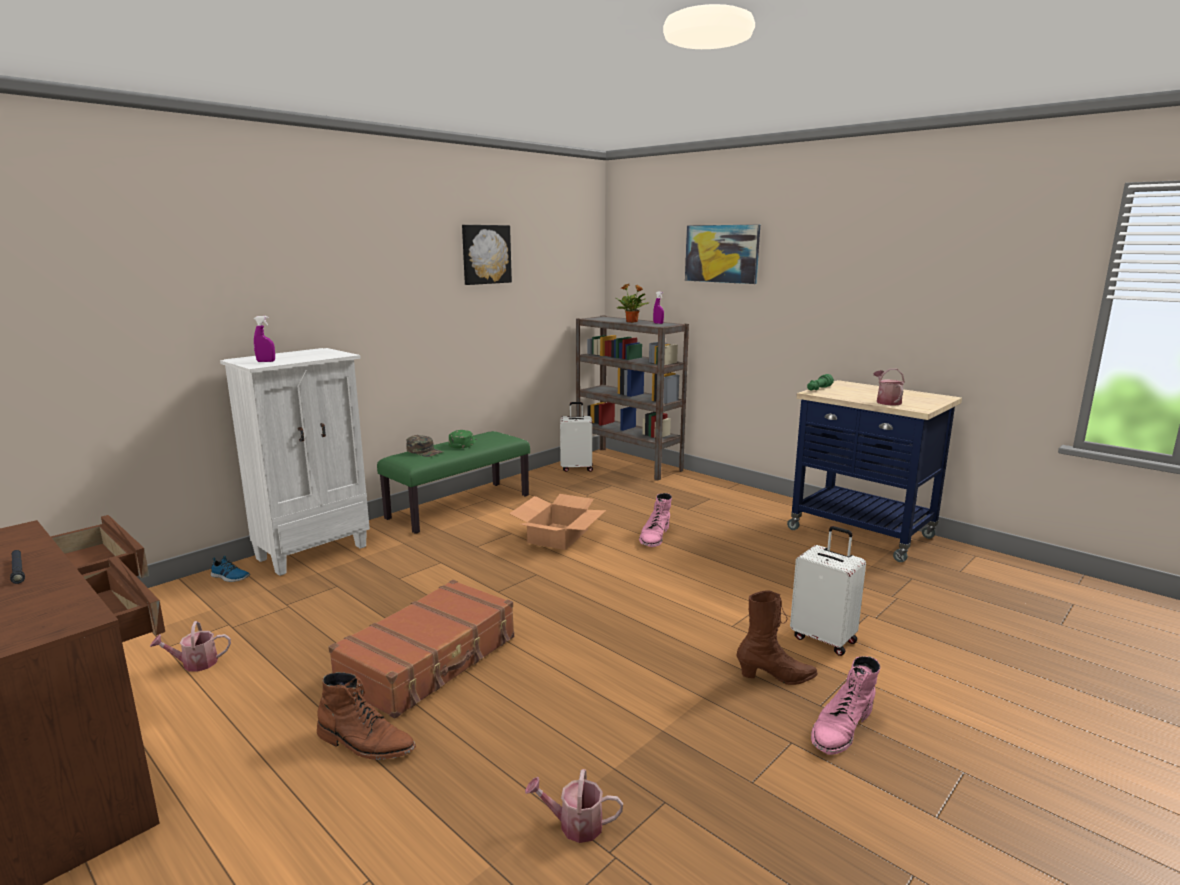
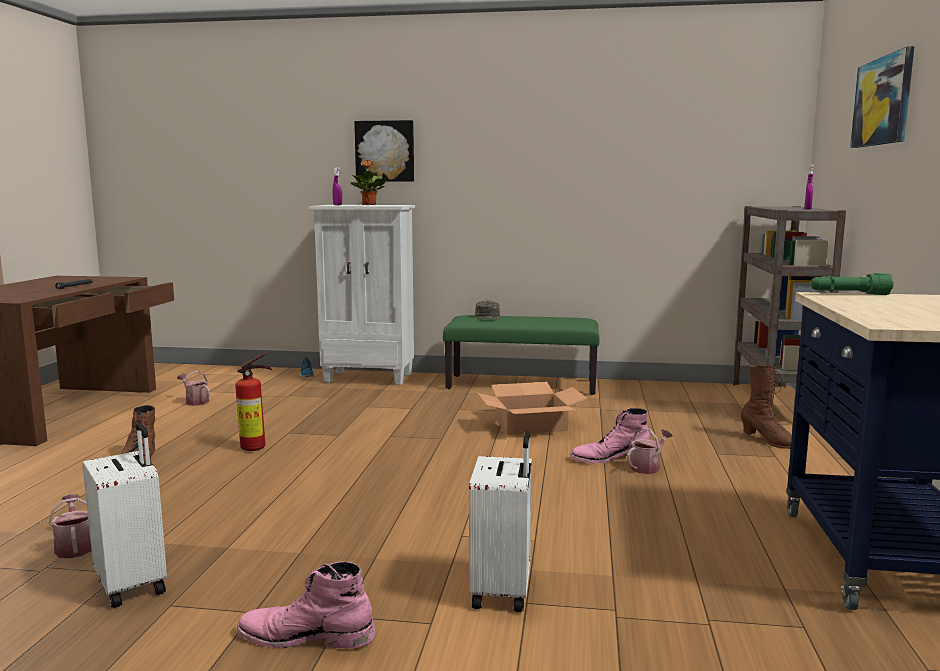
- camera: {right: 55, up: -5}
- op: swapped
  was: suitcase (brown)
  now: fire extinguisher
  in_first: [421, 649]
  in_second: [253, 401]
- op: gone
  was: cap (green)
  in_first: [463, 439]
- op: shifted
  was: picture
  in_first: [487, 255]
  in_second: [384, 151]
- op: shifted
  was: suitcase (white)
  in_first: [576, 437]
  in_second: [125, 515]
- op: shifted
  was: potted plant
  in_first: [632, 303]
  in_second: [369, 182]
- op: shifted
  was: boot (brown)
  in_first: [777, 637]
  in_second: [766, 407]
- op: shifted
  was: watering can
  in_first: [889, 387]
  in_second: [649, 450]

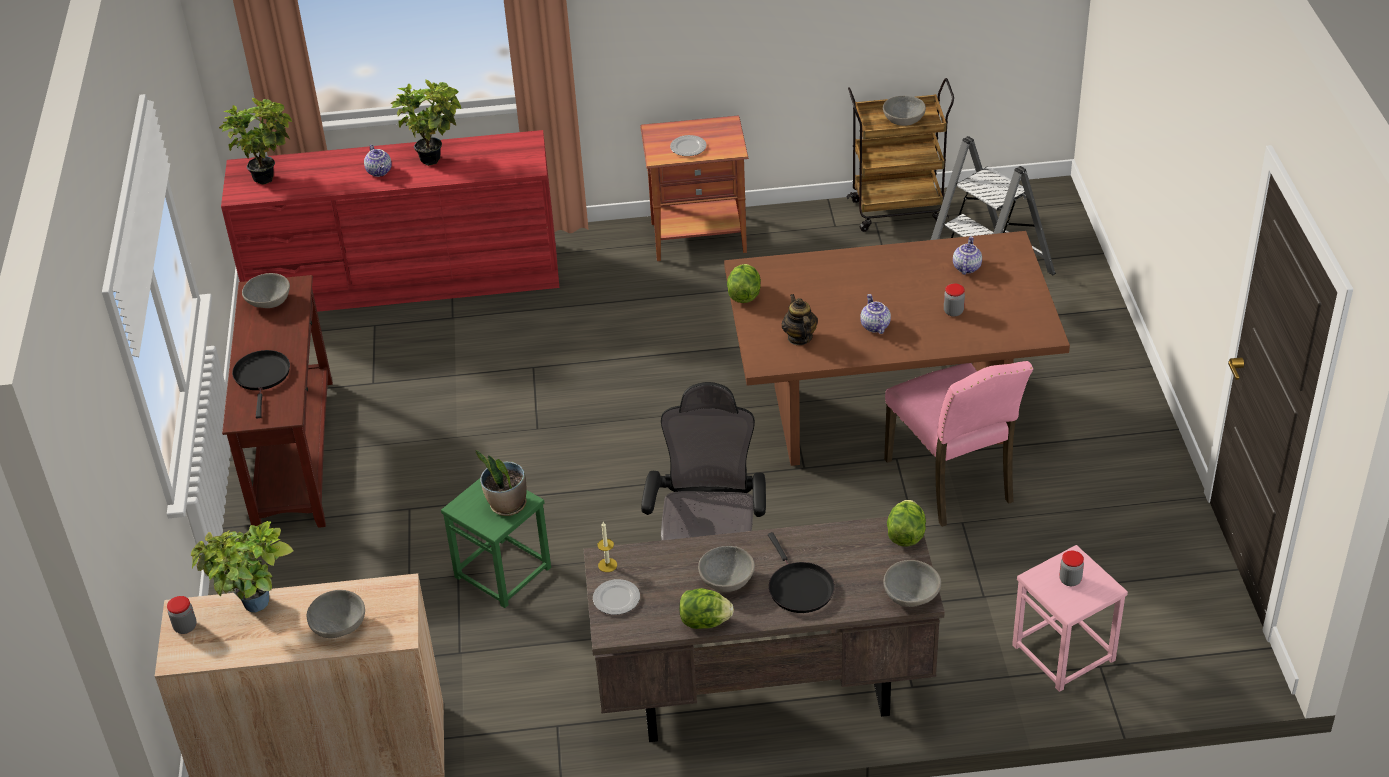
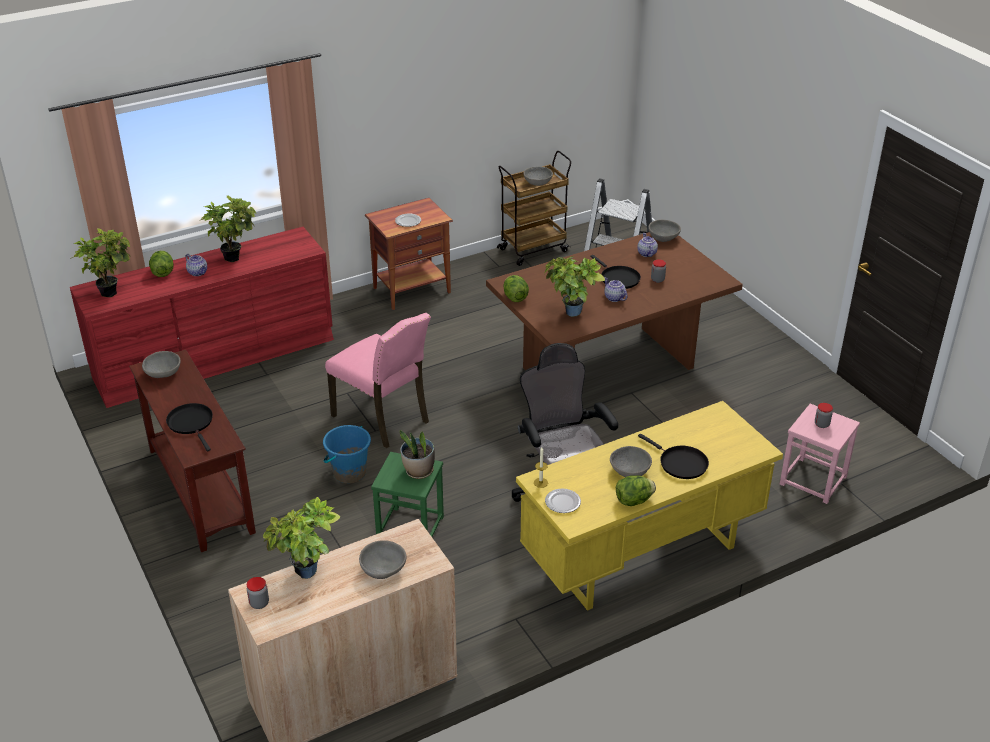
- camera: {right: -25, up: -5}
- op: repainted
  was: desk (brown)
  now: desk (yellow)
  in_first: [764, 629]
  in_second: [649, 506]
- op: swapped
  was: teapot
  now: potted plant
  in_first: [800, 319]
  in_second: [574, 286]
- op: shifted
  was: bowl (grey)
  in_first: [912, 583]
  in_second: [664, 231]
- op: shifted
  was: chair (pink)
  in_first: [958, 444]
  in_second: [378, 380]
- op: shifted
  was: lettuce
  in_first: [906, 523]
  in_second: [161, 264]
- op: new
  now: bucket (blue)
  in_second: [347, 454]
- op: new
  now: frying pan (black)
  in_second: [615, 272]

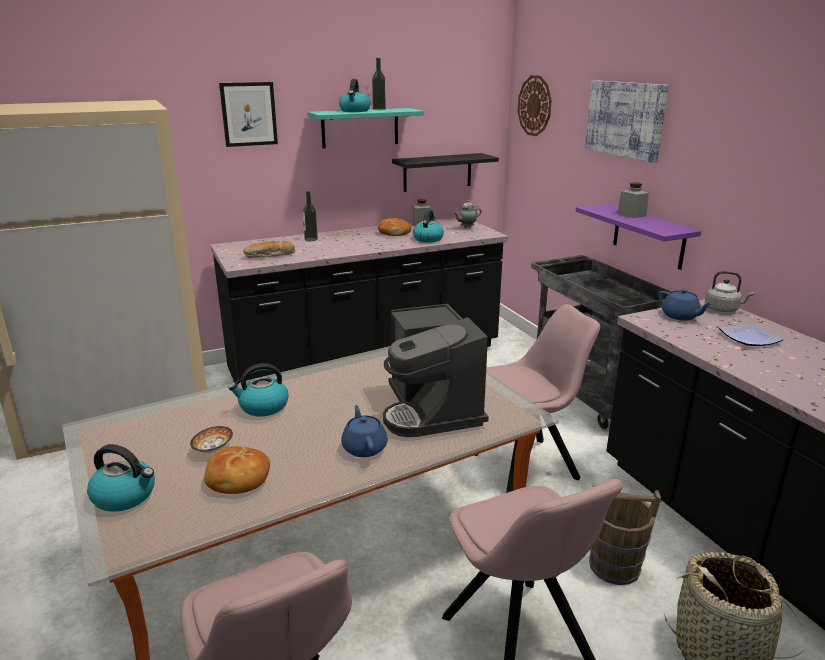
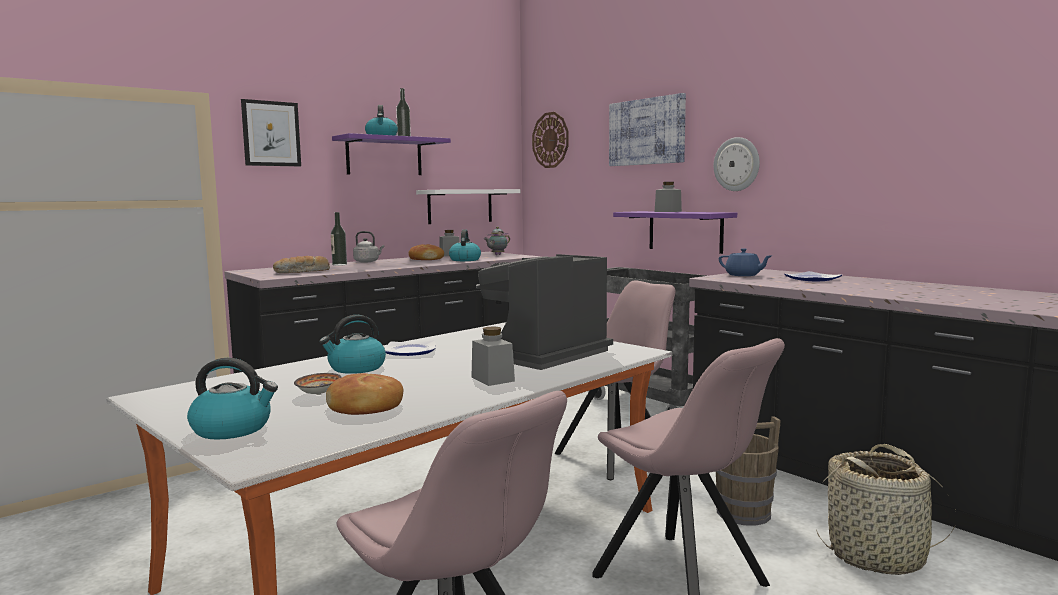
- camera: {right: -15, up: -15}
- op: repainted
  was: shelf (turquoise)
  now: shelf (purple)
  in_first: [366, 128]
  in_second: [391, 154]
- op: swapped
  was: teapot (blue)
  now: jar (grey)
  in_first: [364, 431]
  in_second: [493, 356]
- op: rotated
  was: coffee machine
  in_first: [436, 370]
  in_second: [544, 312]
  clockwise: 75
- op: repainted
  was: shelf (black)
  now: shelf (white)
  in_first: [445, 172]
  in_second: [468, 206]
- op: shifted
  was: kettle (grey)
  in_first: [729, 291]
  in_second: [368, 247]
- op: new
  now: plate
  in_second: [410, 348]
- op: new
  now: wall clock
  in_second: [737, 164]

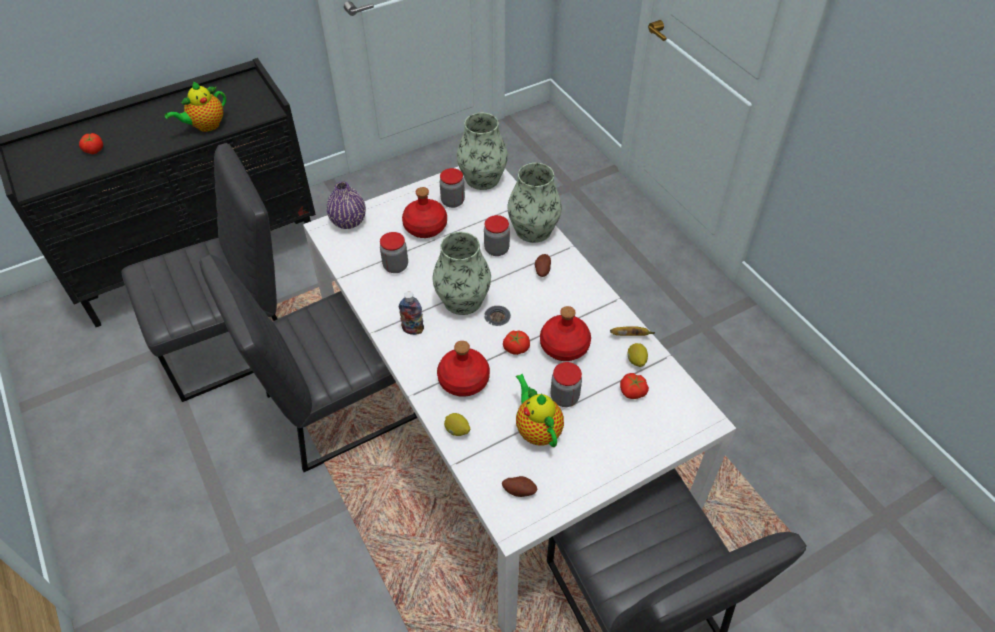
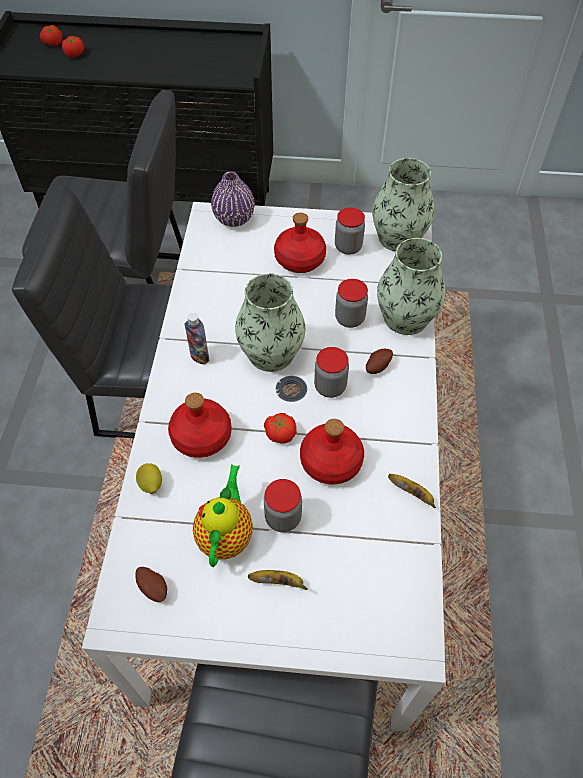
- camera: {right: 35, up: 5}
- op: gone
  was: teapot
  in_first: [195, 107]
- op: shifted
  was: jar
  in_first: [394, 252]
  in_second: [331, 372]
- op: shifted
  was: tomato
  in_first: [634, 386]
  in_second: [51, 35]
- op: gone
  was: lemon
  in_first: [637, 355]
- op: new
  now: banana
  in_second: [278, 580]

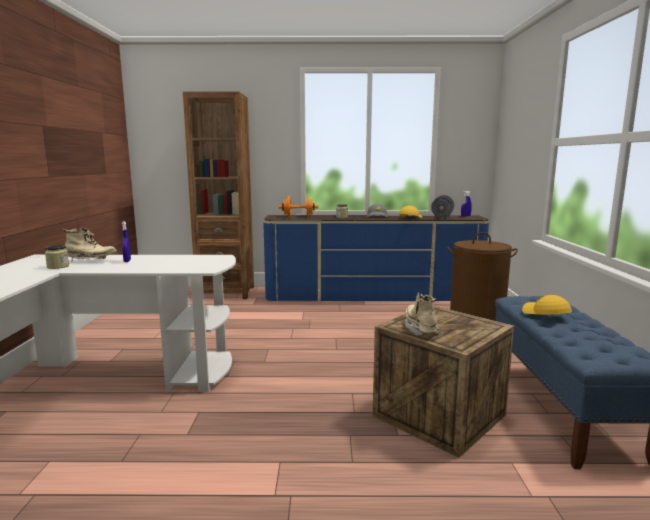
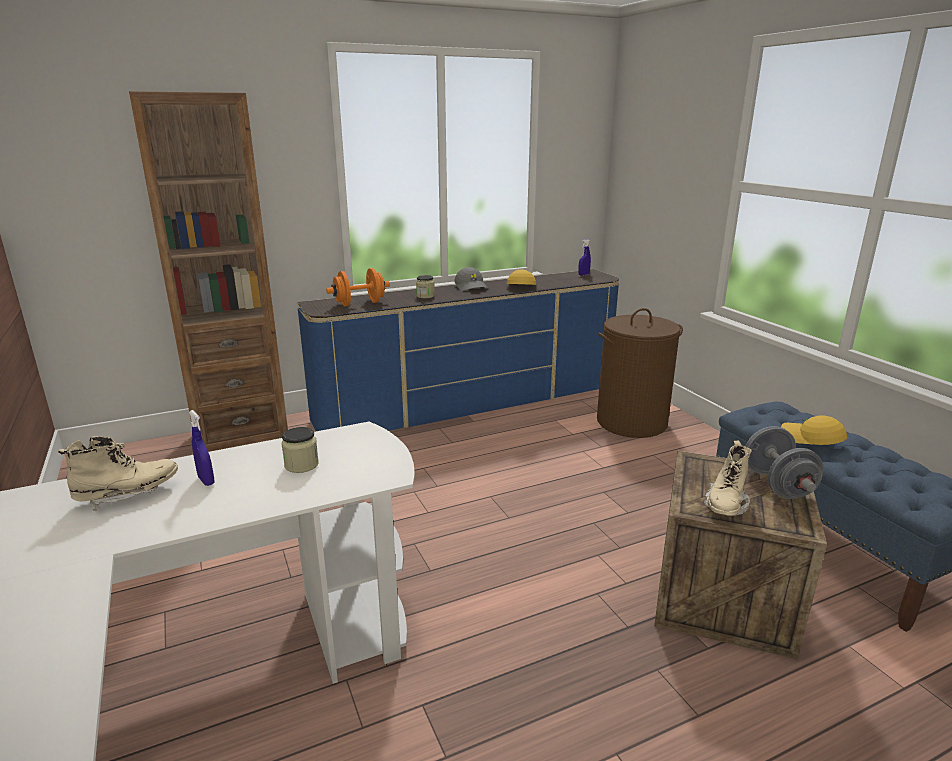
- camera: {right: -25, up: 10}
- op: shifted
  was: jar
  in_first: [57, 257]
  in_second: [300, 450]
- op: rotated
  was: boot (beige)
  in_first: [423, 314]
  in_second: [728, 478]
  clockwise: -120
- op: shifted
  was: dumbbell (grey)
  in_first: [442, 206]
  in_second: [784, 462]

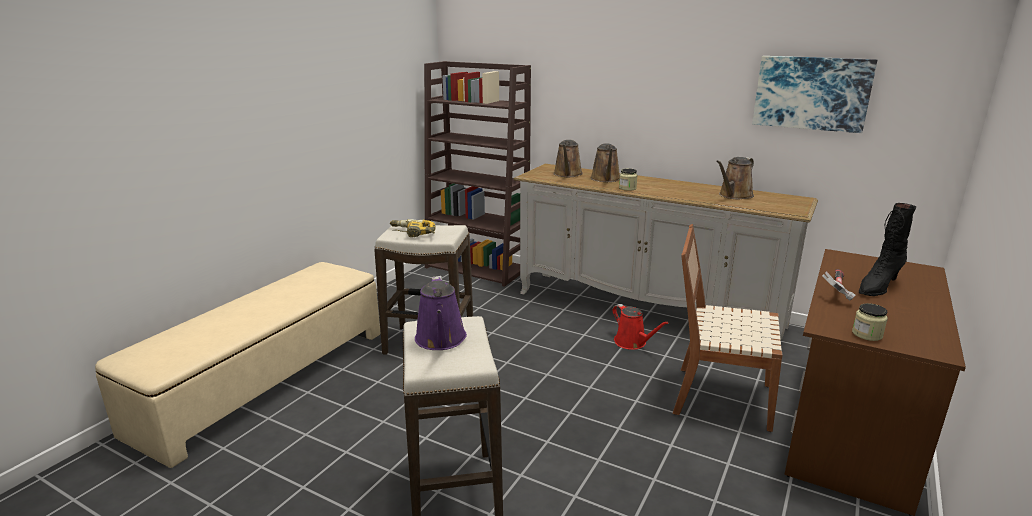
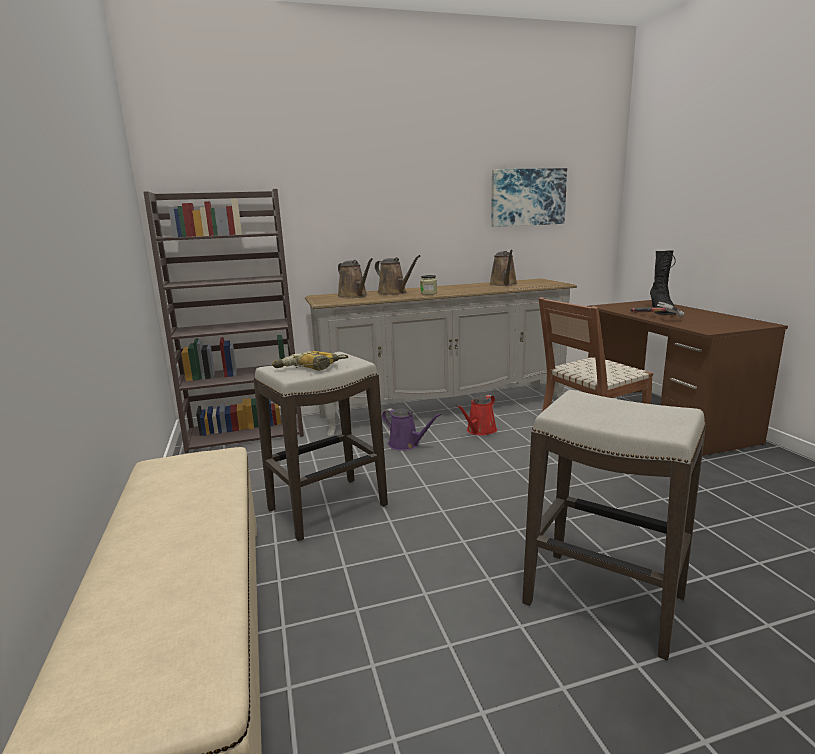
- camera: {right: -45, up: -5}
- op: shifted
  was: watering can (purple)
  in_first: [441, 313]
  in_second: [411, 429]
- op: rotated
  was: watering can (red)
  in_first: [640, 327]
  in_second: [477, 415]
  clockwise: 120
- op: gone
  was: jar
  in_first: [870, 322]

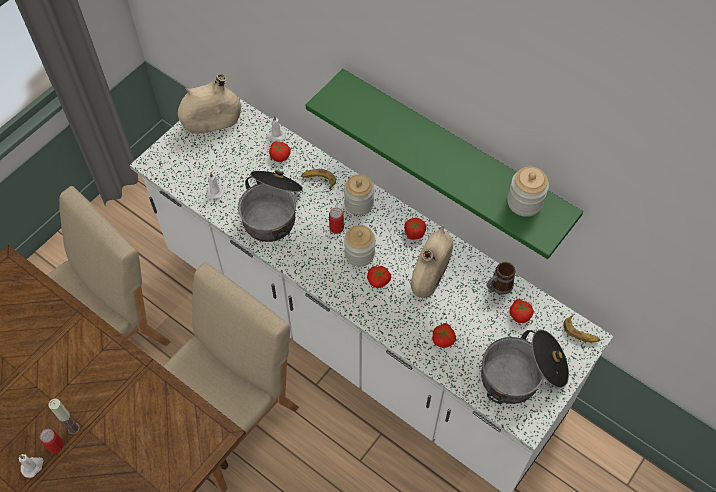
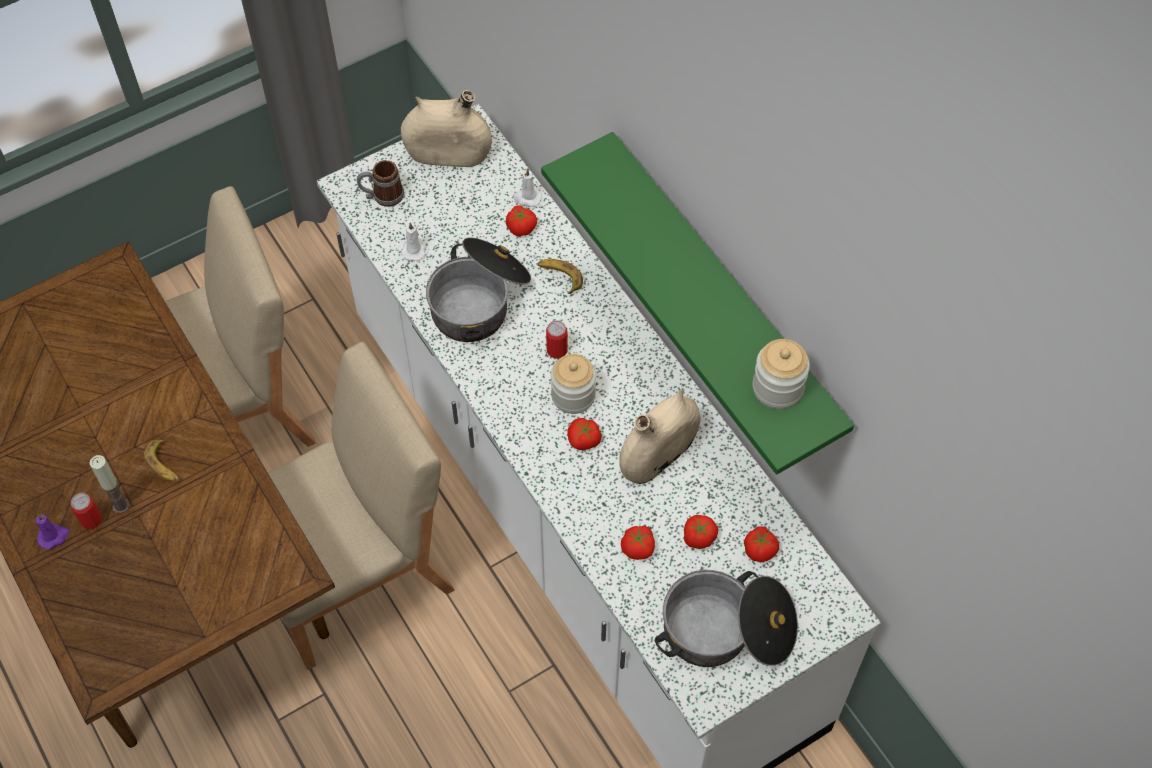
- camera: {right: 20, up: 0}
- op: repainted
  was: candle (white)
  now: candle (purple)
  in_first: [31, 466]
  in_second: [53, 531]
- op: gone
  was: jar
  in_first: [359, 194]
- op: shifted
  was: tomato
  in_first: [415, 229]
  in_second: [701, 532]
- op: shifted
  was: mug
  in_first: [501, 278]
  in_second: [380, 183]
- op: shifted
  was: banana
  in_first: [581, 329]
  in_second: [162, 460]

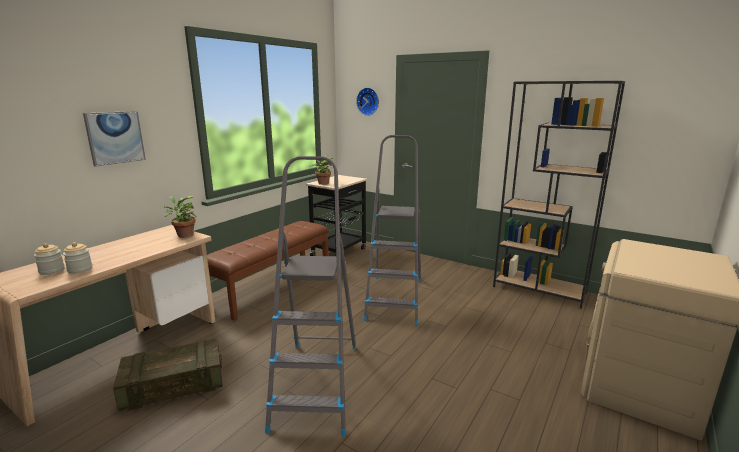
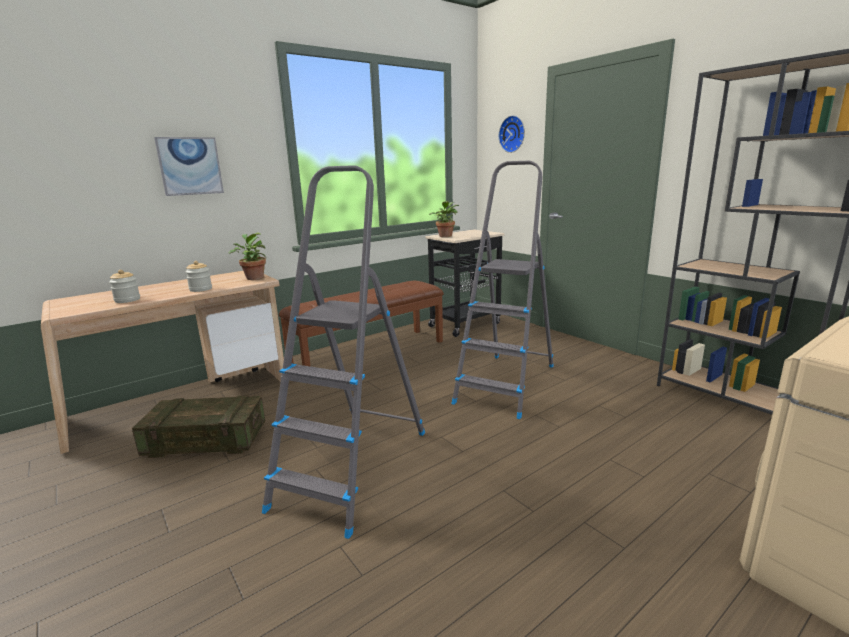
- camera: {right: 20, up: 0}
- op: shifted
  was: jar
  in_first: [49, 259]
  in_second: [199, 276]

